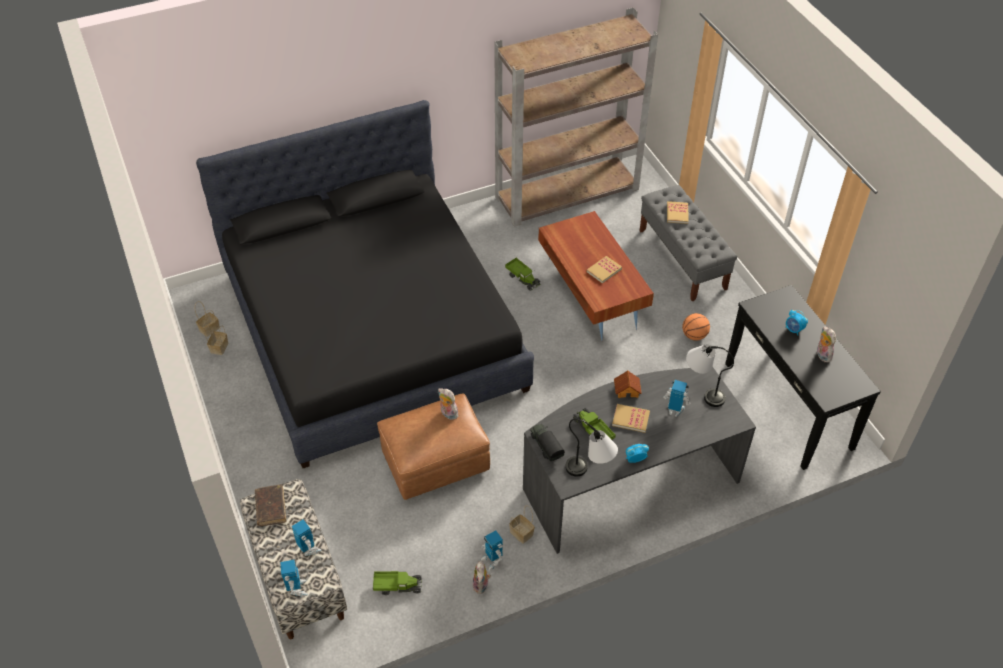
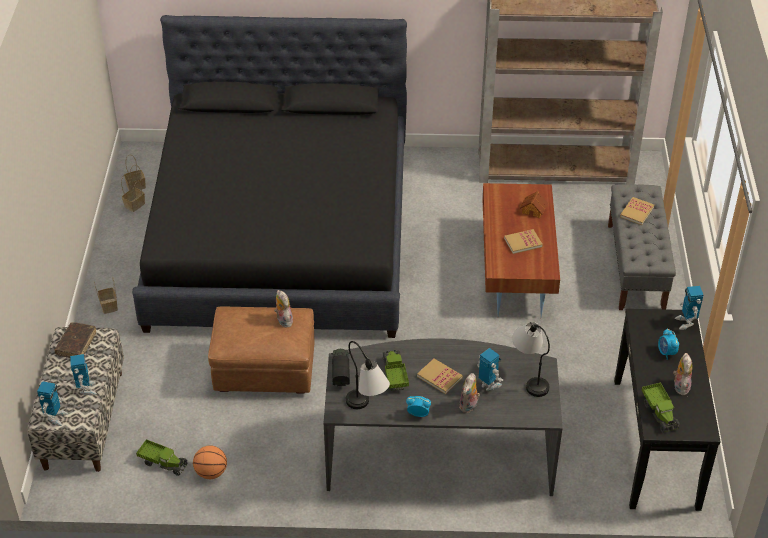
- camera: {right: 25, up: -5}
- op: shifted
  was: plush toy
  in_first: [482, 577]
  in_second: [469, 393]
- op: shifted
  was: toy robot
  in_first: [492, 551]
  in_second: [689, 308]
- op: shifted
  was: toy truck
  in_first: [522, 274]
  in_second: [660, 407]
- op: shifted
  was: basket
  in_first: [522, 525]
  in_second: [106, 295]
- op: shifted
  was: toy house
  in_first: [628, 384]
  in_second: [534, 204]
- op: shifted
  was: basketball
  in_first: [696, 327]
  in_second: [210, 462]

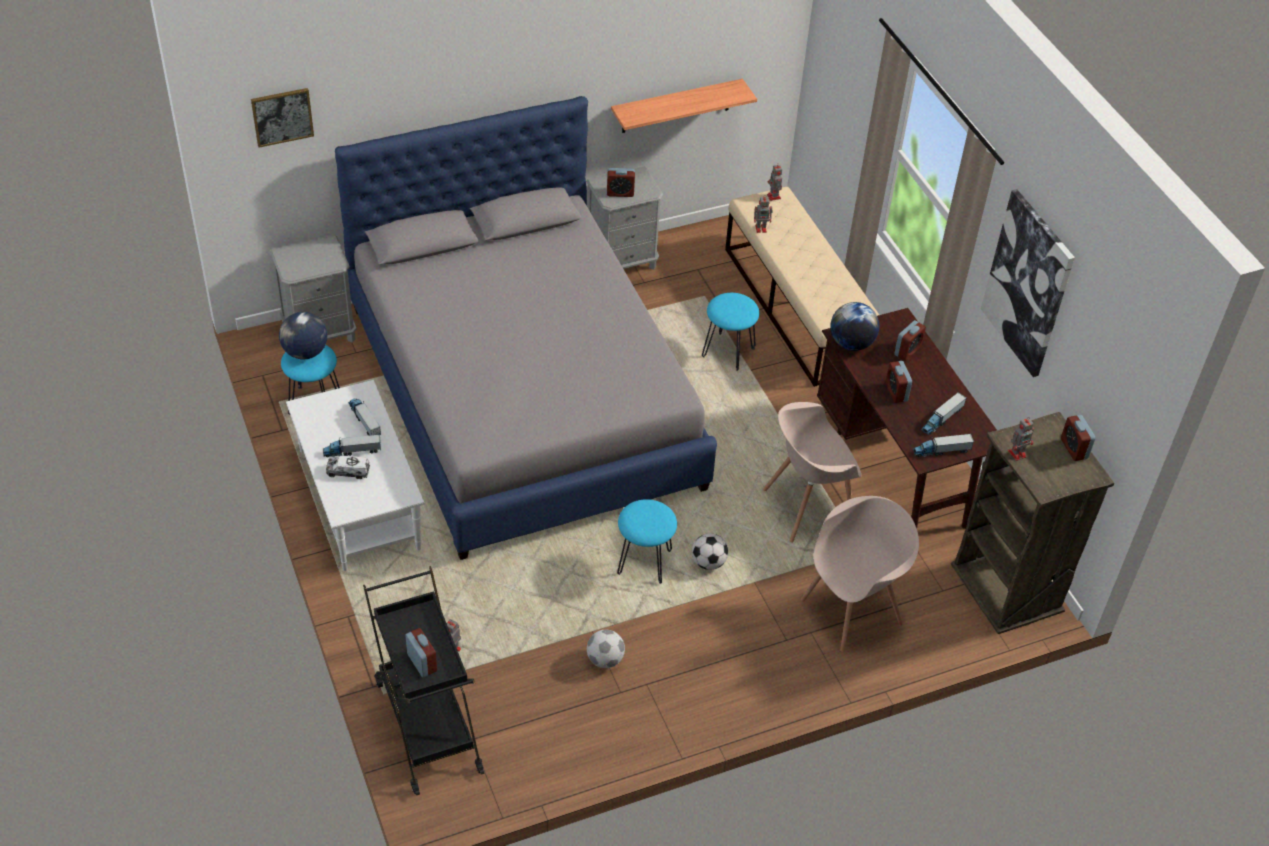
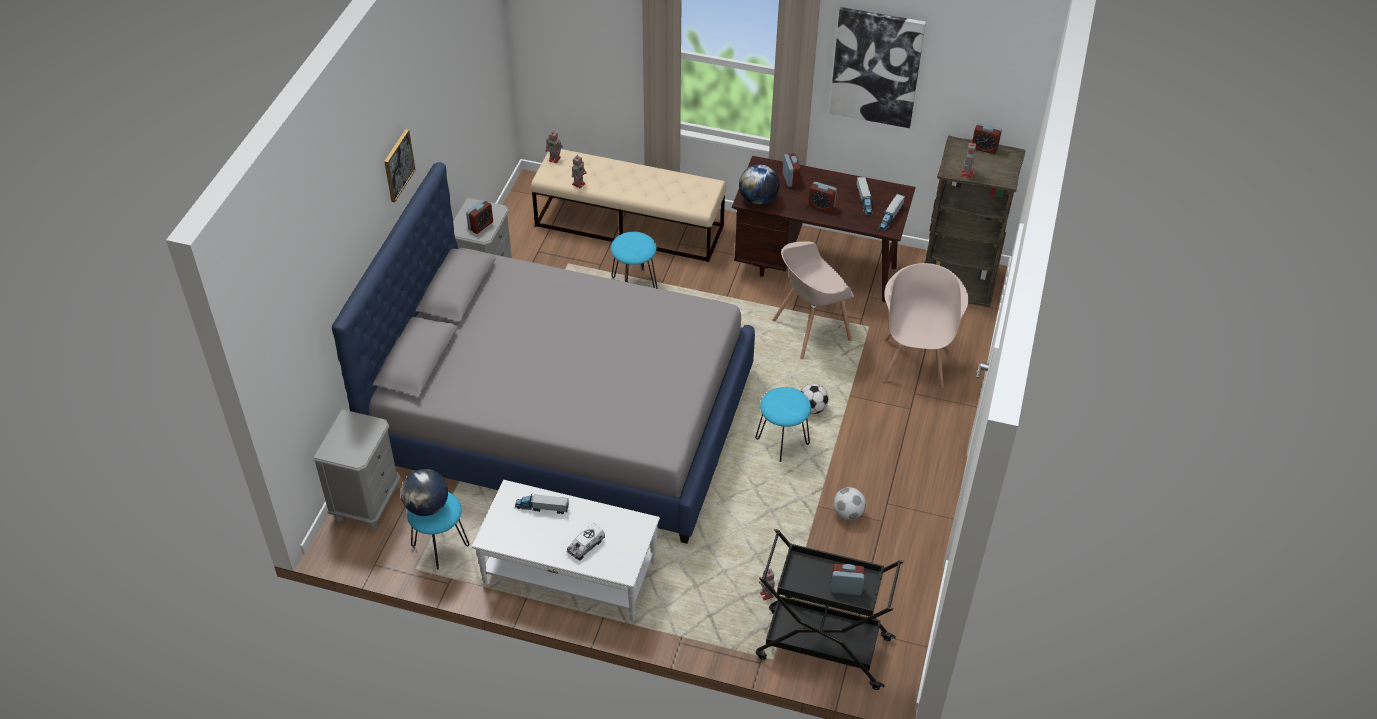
- camera: {right: -50, up: 0}
- op: shifted
  was: picture
  in_first: [282, 118]
  in_second: [400, 165]
- op: gone
  was: toy truck
  in_first: [352, 445]
- op: gone
  was: shelf
  in_first: [684, 106]
- op: rotated
  was: chair (beige)
  in_first: [812, 472]
  in_second: [813, 300]
  clockwise: 45

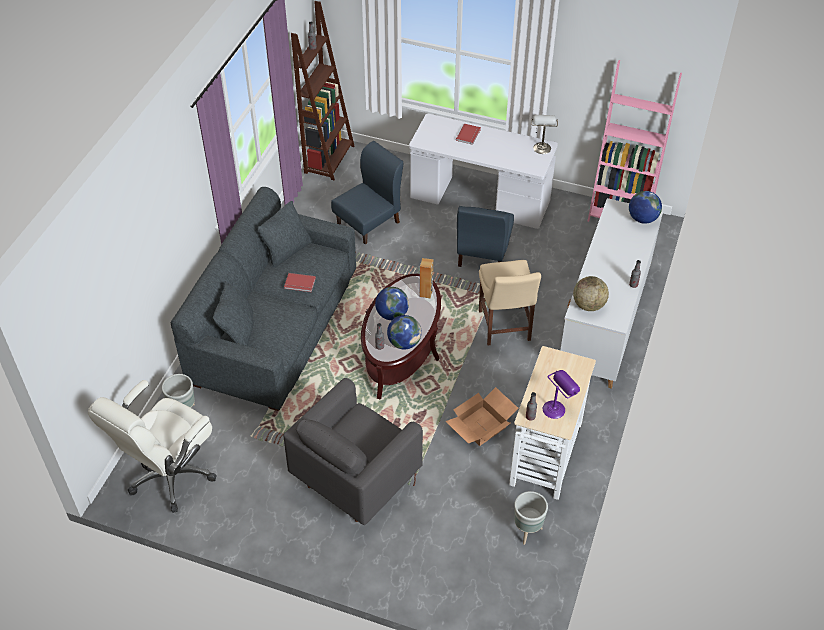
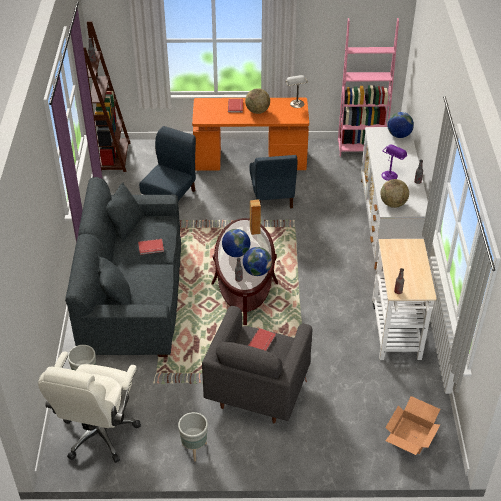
- camera: {right: -20, up: -5}
- op: repainted
  was: desk (white)
  now: desk (orange)
  in_first: [483, 171]
  in_second: [250, 134]
- op: shifted
  was: cardboard box
  in_first: [482, 416]
  in_second: [412, 425]
- op: gone
  was: chair (beige)
  in_first: [510, 303]
- op: shifted
  was: planter (grey)
  in_first: [531, 518]
  in_second: [193, 437]
- op: shifted
  was: table lamp (purple)
  in_first: [561, 394]
  in_second: [394, 162]
- op: new
  now: globe
  in_second: [257, 101]
- op: new
  now: book (red)
  in_second: [262, 339]

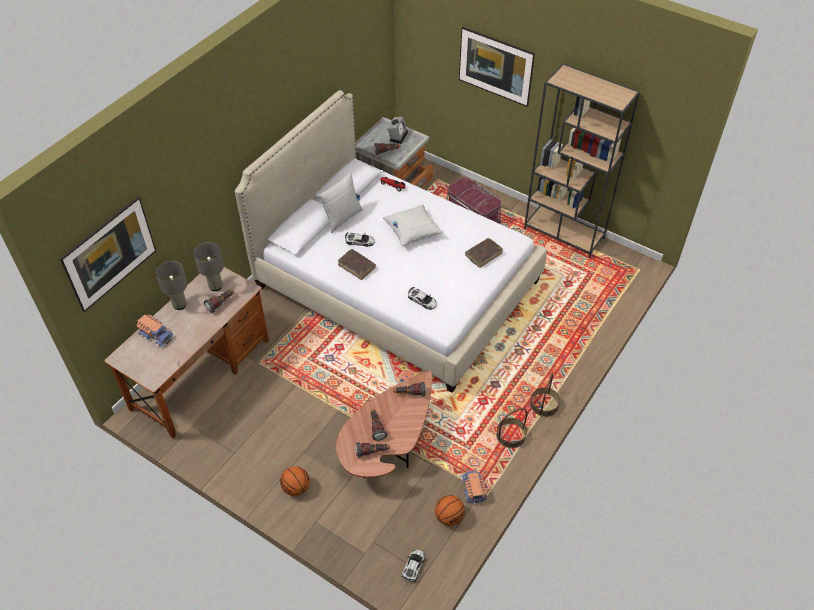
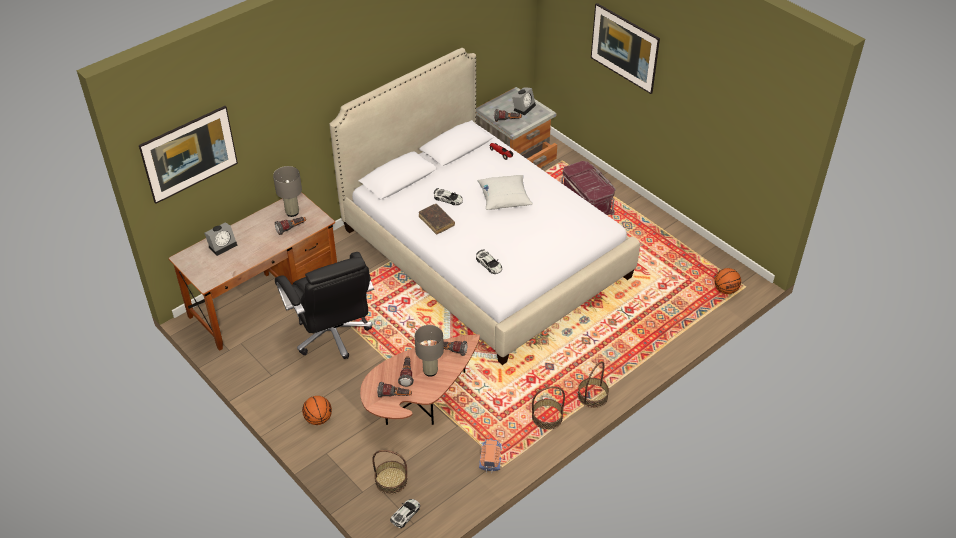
- camera: {right: 15, up: -5}
- op: swapped
  was: toy truck
  now: alarm clock
  in_first: [155, 331]
  in_second: [220, 239]
- op: shifted
  was: table lamp (grey)
  in_first: [171, 285]
  in_second: [429, 351]
- op: gone
  was: pillow (grey)
  in_first: [340, 202]
- op: shifted
  was: basketball
  in_first: [450, 510]
  in_second: [727, 281]
- op: gone
  was: book (brown)
  in_first: [484, 253]
- op: gone
  was: bookcase
  in_first: [582, 161]
- op: new
  now: office chair (black)
  in_second: [324, 305]
- op: new
  now: basket
  in_second: [390, 472]

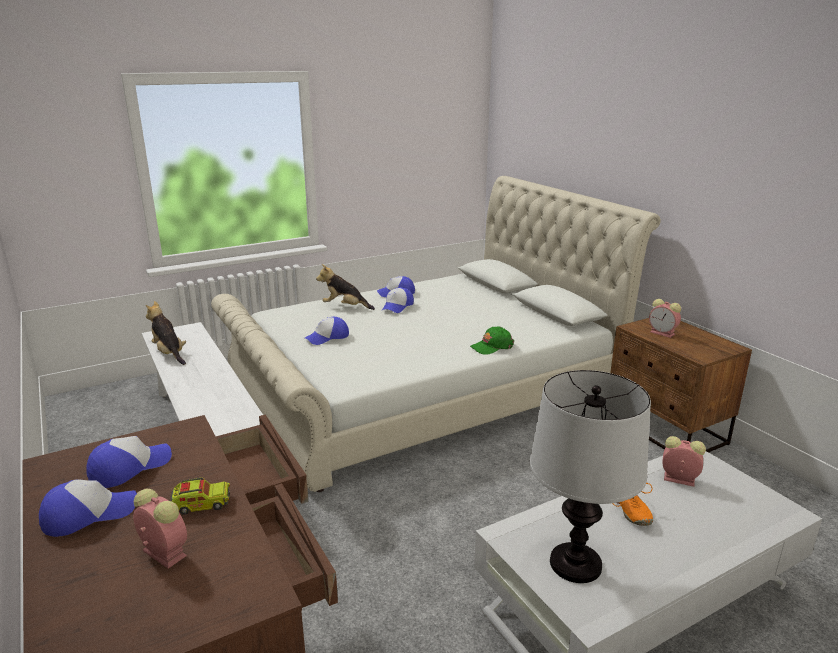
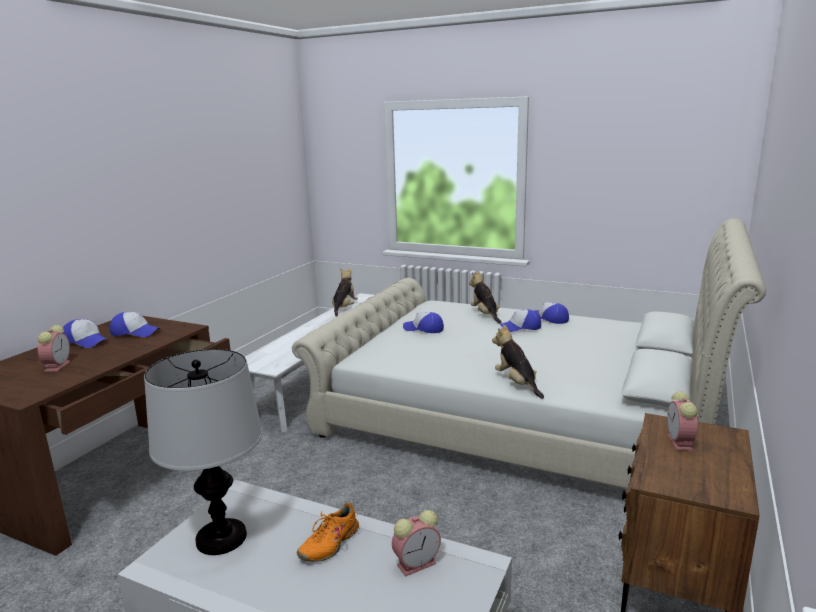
- camera: {right: 55, up: -5}
- op: gone
  was: toy truck
  in_first: [200, 496]
- op: swapped
  was: cap (green)
  now: plush toy
  in_first: [492, 340]
  in_second: [518, 361]
- op: rotated
  was: alarm clock
  in_first: [684, 461]
  in_second: [416, 543]
  clockwise: 75

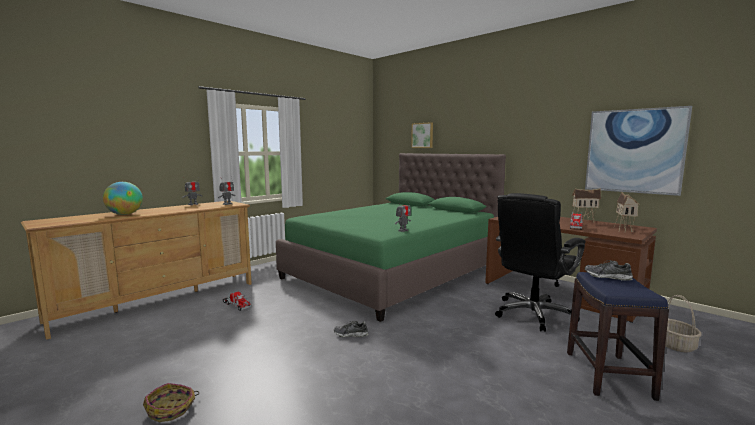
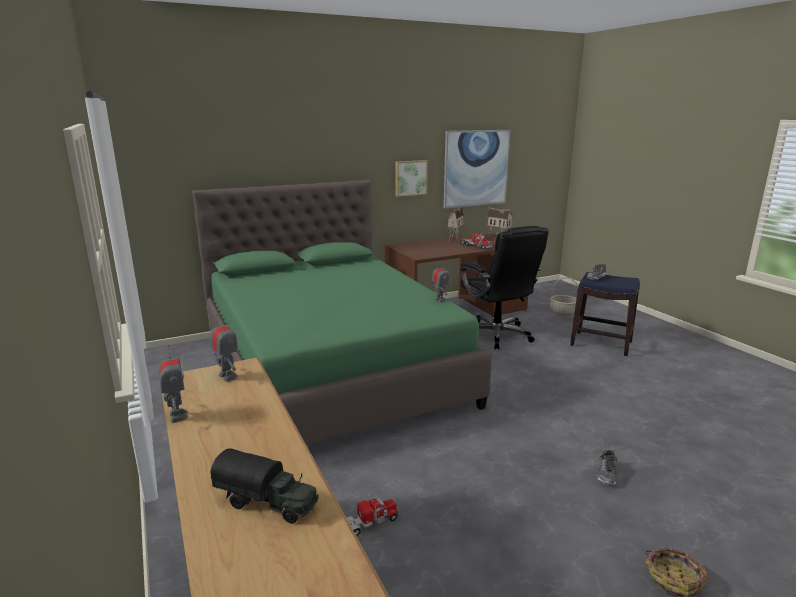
- camera: {right: -70, up: 10}
- op: swapped
  was: globe
  now: toy truck
  in_first: [123, 198]
  in_second: [264, 486]
- op: shifted
  was: shoe
  in_first: [351, 329]
  in_second: [607, 467]
- op: shifted
  was: picture
  in_first: [422, 135]
  in_second: [412, 178]

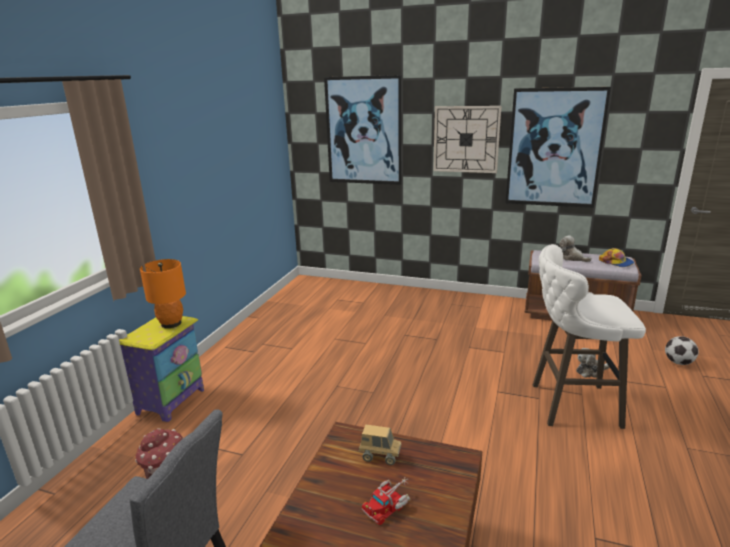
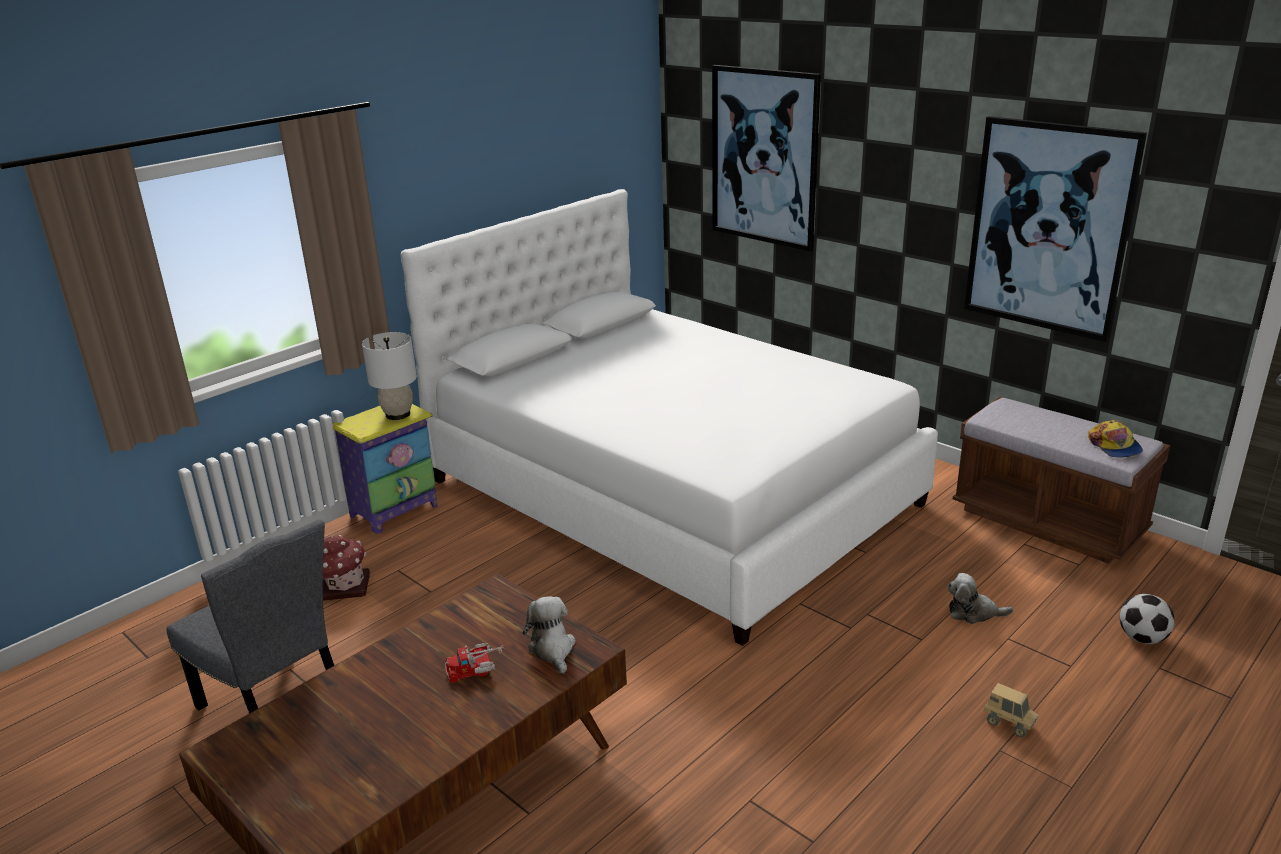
- camera: {right: 25, up: 5}
- op: repainted
  was: table lamp (orange)
  now: table lamp (white)
  in_first: [163, 293]
  in_second: [389, 376]
- op: shifted
  was: toy truck
  in_first: [380, 445]
  in_second: [1011, 710]
- op: gone
  was: wall clock
  in_first: [467, 139]
- op: gone
  was: stool (white)
  in_first: [589, 336]
- op: shifted
  was: plush toy
  in_first: [575, 248]
  in_second: [549, 635]
- op: new
  now: bed (white)
  in_second: [669, 417]

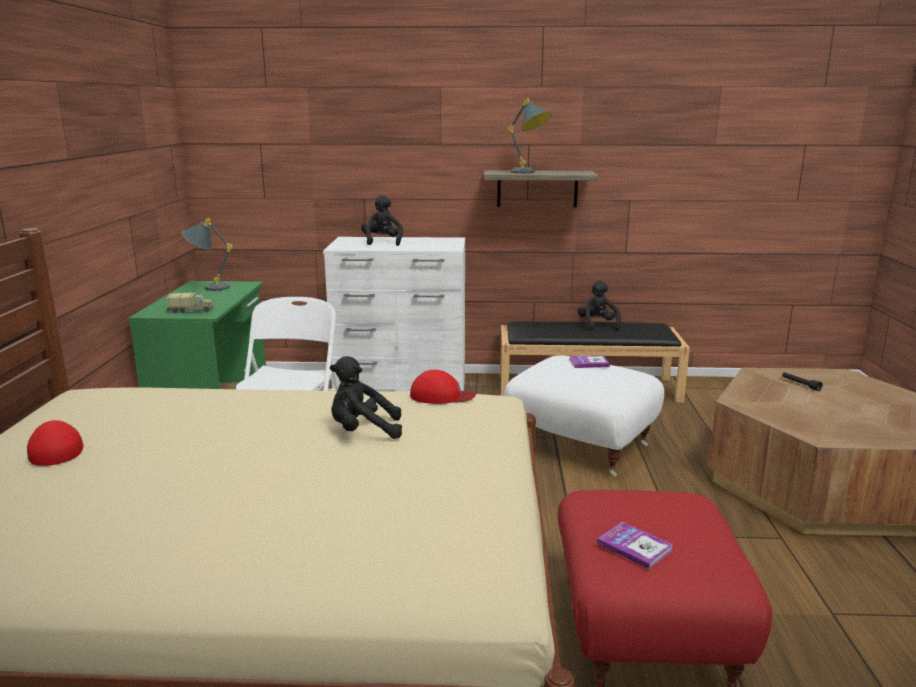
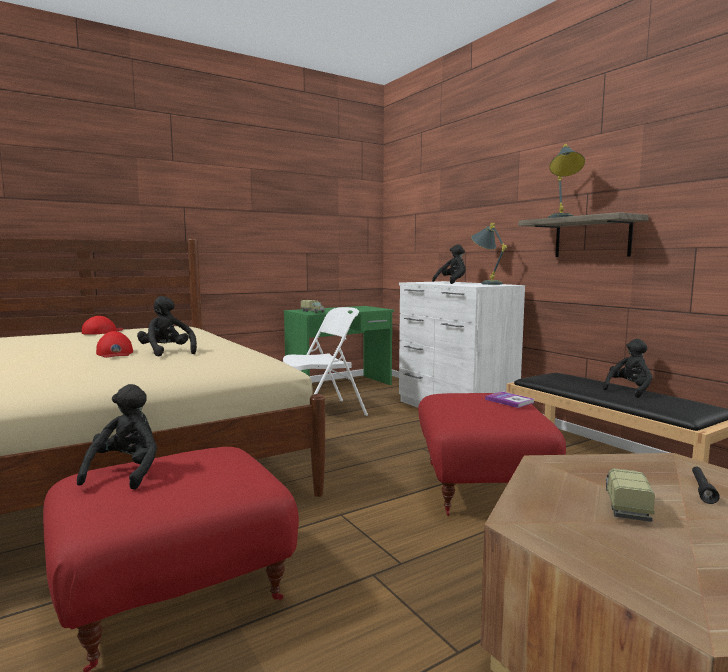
- camera: {right: 55, up: -10}
- op: shifted
  was: table lamp (grey)
  in_first: [207, 254]
  in_second: [489, 254]
- op: shifted
  was: cap (red)
  in_first: [443, 387]
  in_second: [114, 344]
- op: repainted
  was: ottoman (white)
  now: ottoman (red)
  in_first: [584, 415]
  in_second: [492, 454]
- op: swapped
  was: book
  now: plush toy (black)
  in_first: [635, 545]
  in_second: [117, 437]
- op: new
  now: toy truck
  in_second: [630, 495]

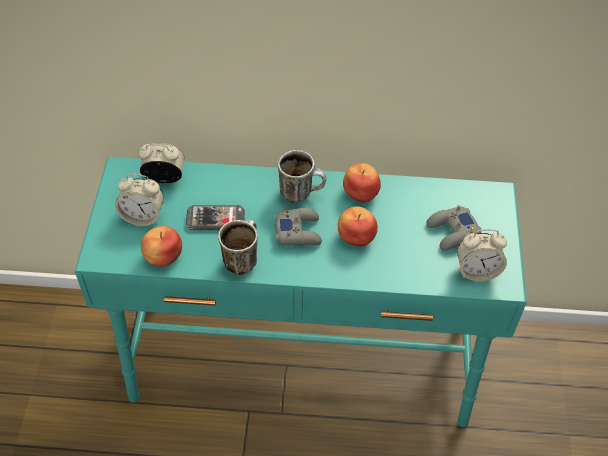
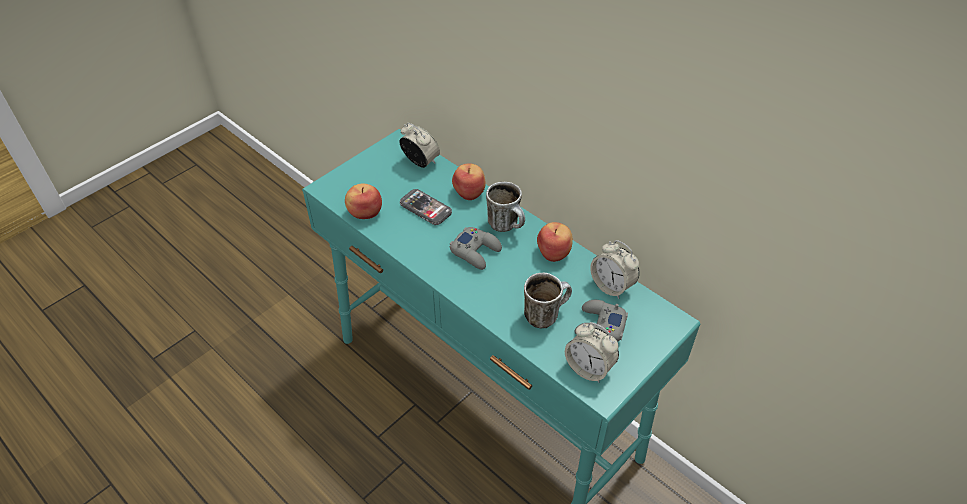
- camera: {right: 40, up: -5}
- op: shifted
  was: alarm clock
  in_first: [139, 200]
  in_second: [614, 269]
- op: shifted
  was: mug
  in_first: [238, 247]
  in_second: [548, 300]
- op: shifted
  was: apple
  in_first: [358, 226]
  in_second: [469, 181]

